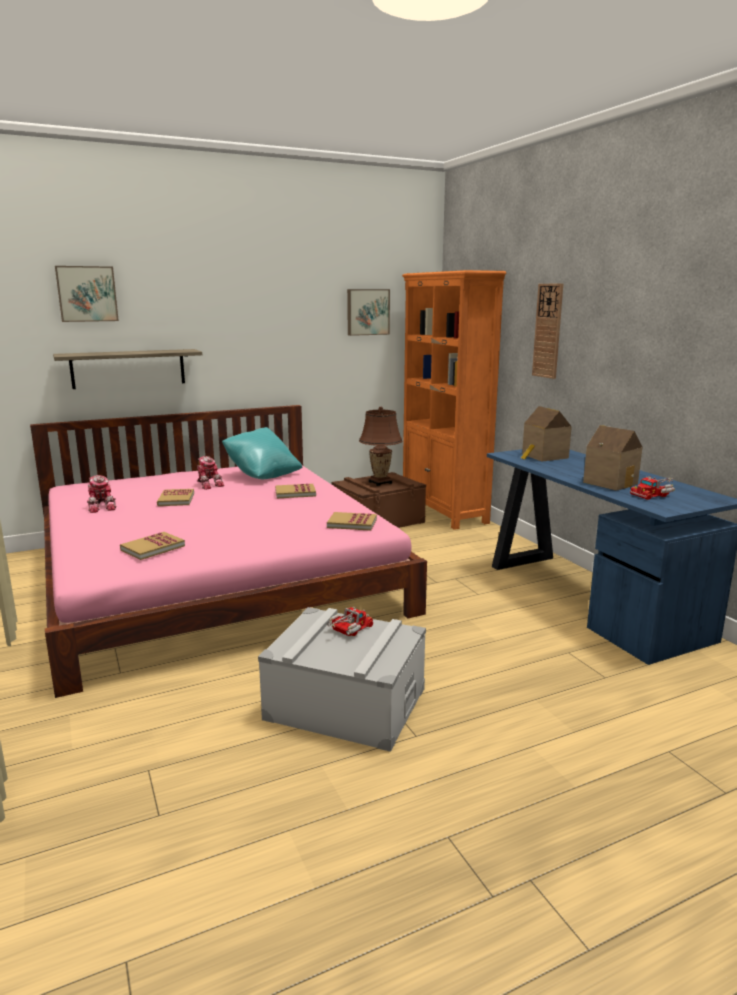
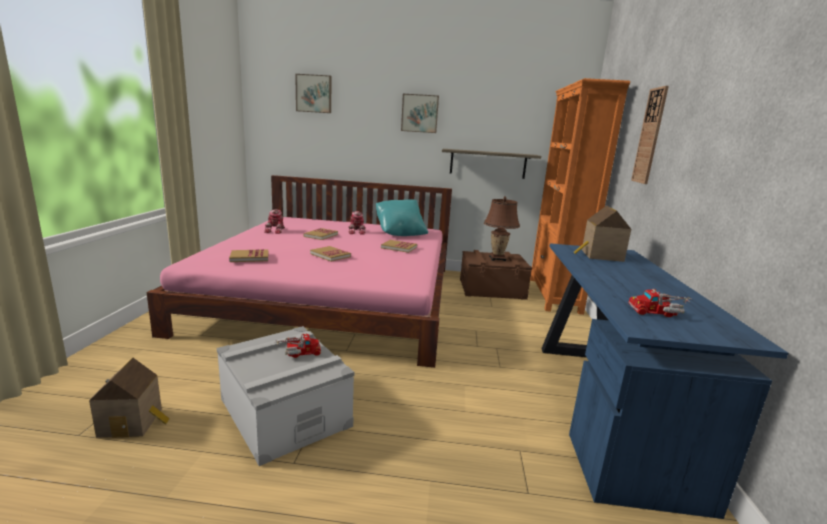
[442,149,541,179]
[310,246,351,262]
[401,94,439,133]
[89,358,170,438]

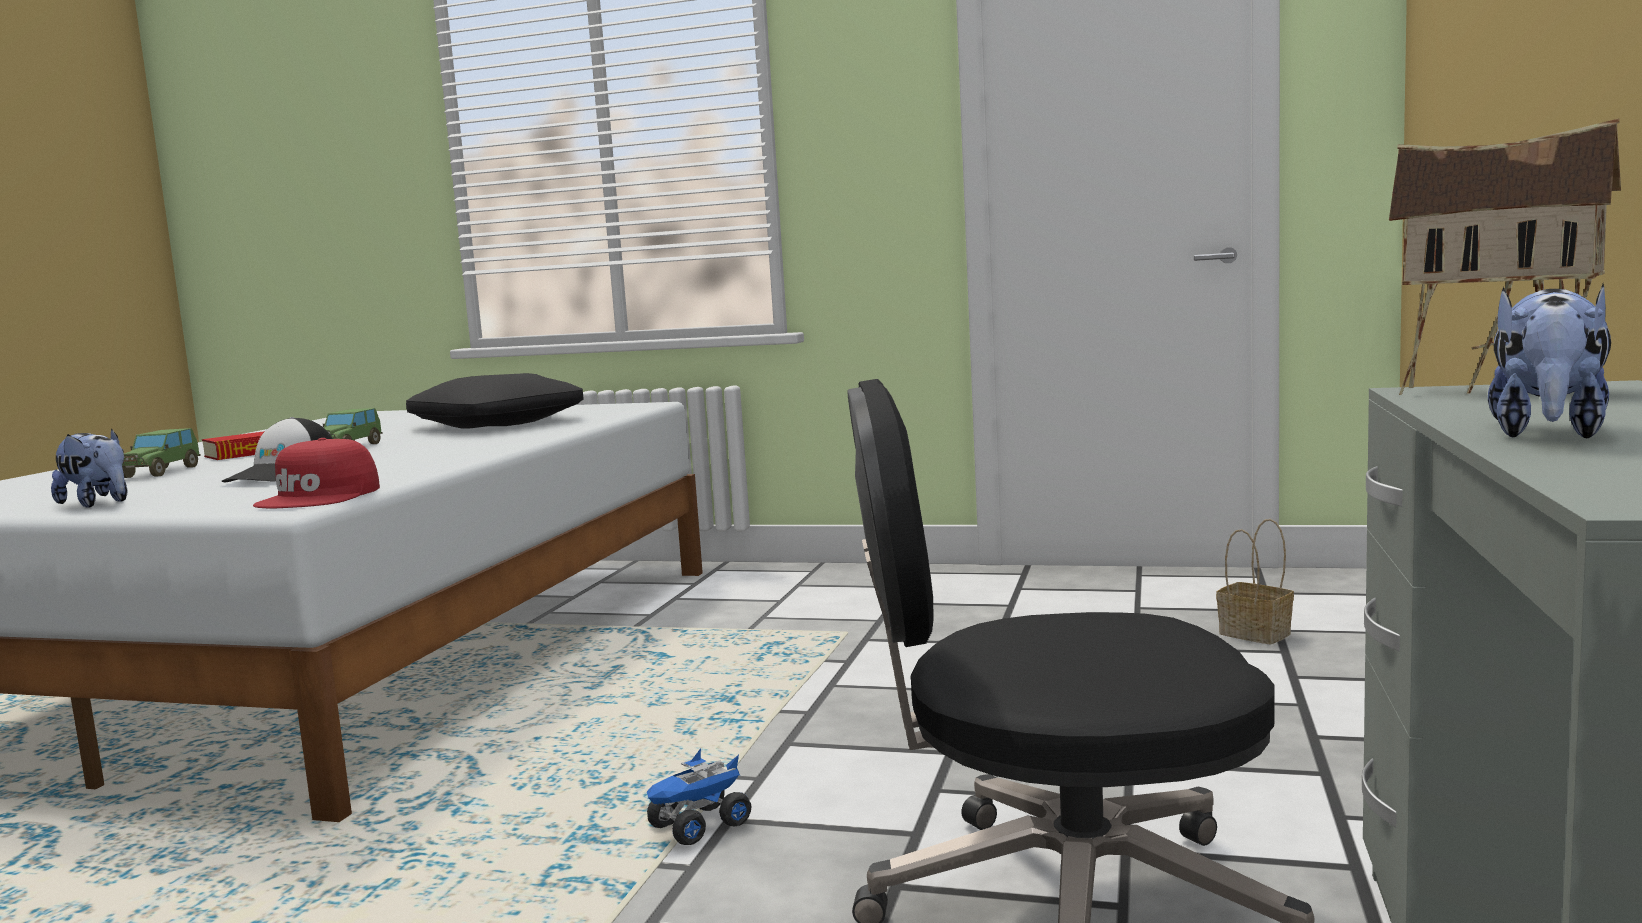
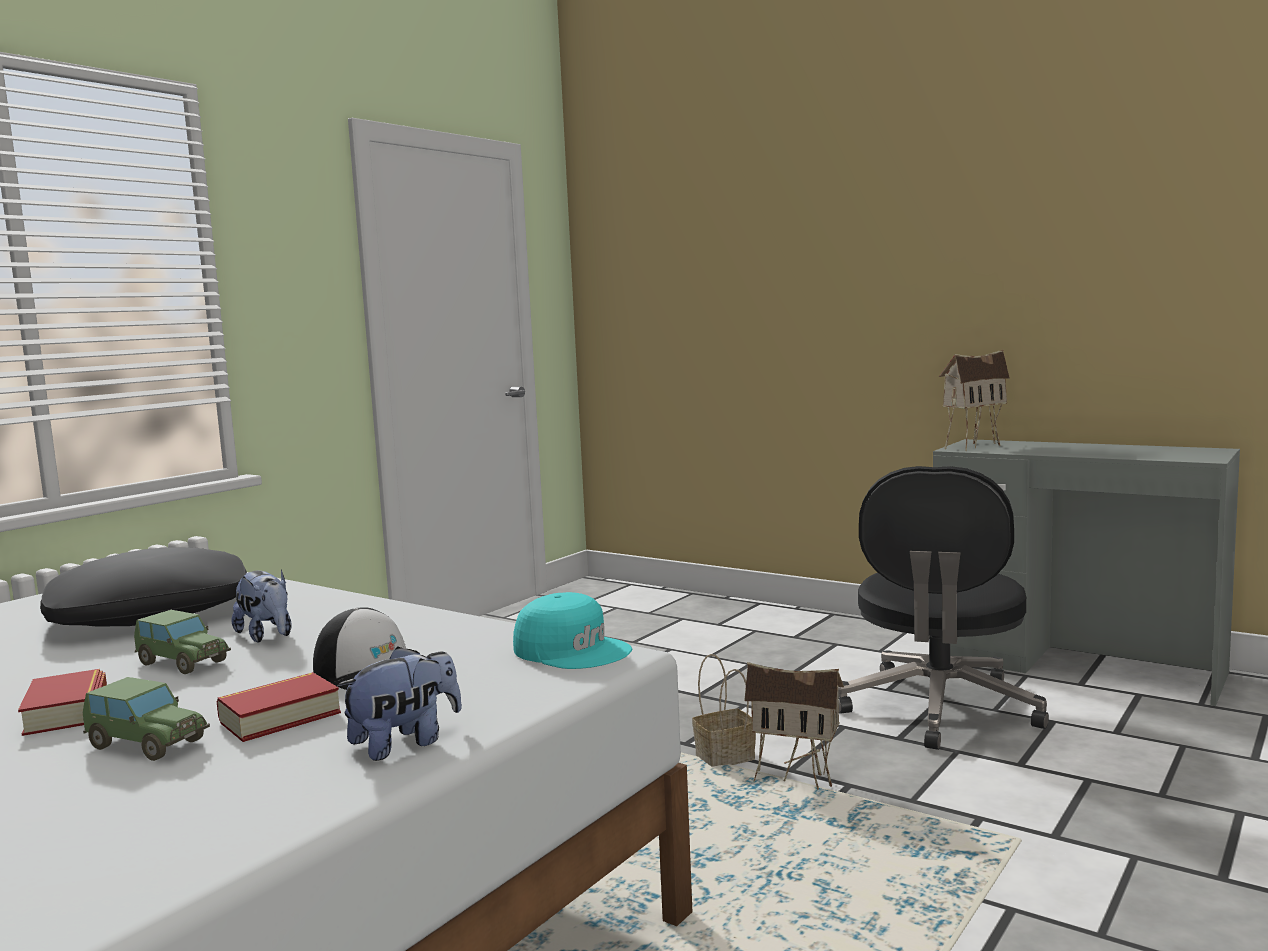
[217,672,341,742]
[692,654,756,766]
[232,569,291,643]
[744,662,844,790]
[513,592,632,669]

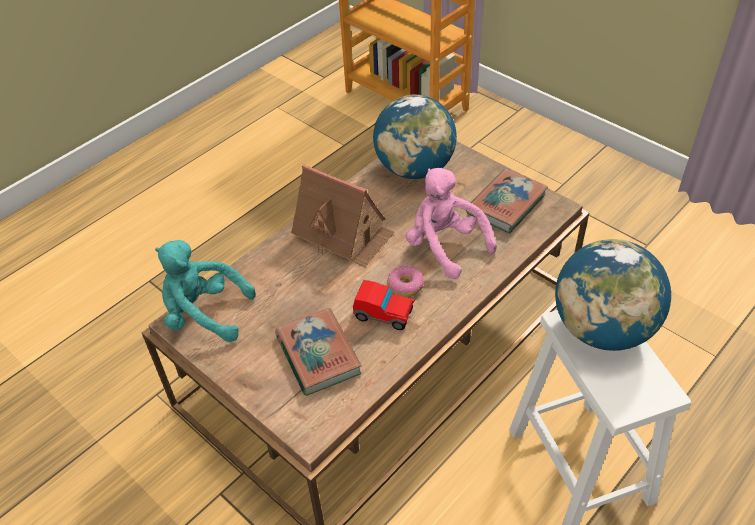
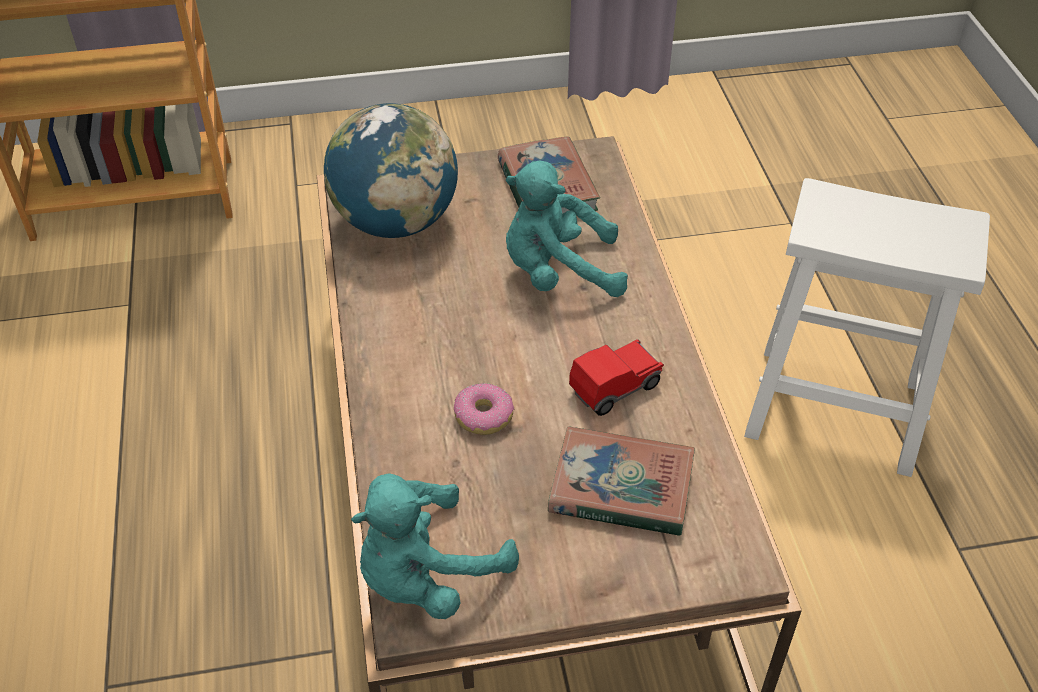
[291,164,395,267] (first image)
[555,239,671,351] (first image)
[454,383,514,435]
[506,161,628,297]

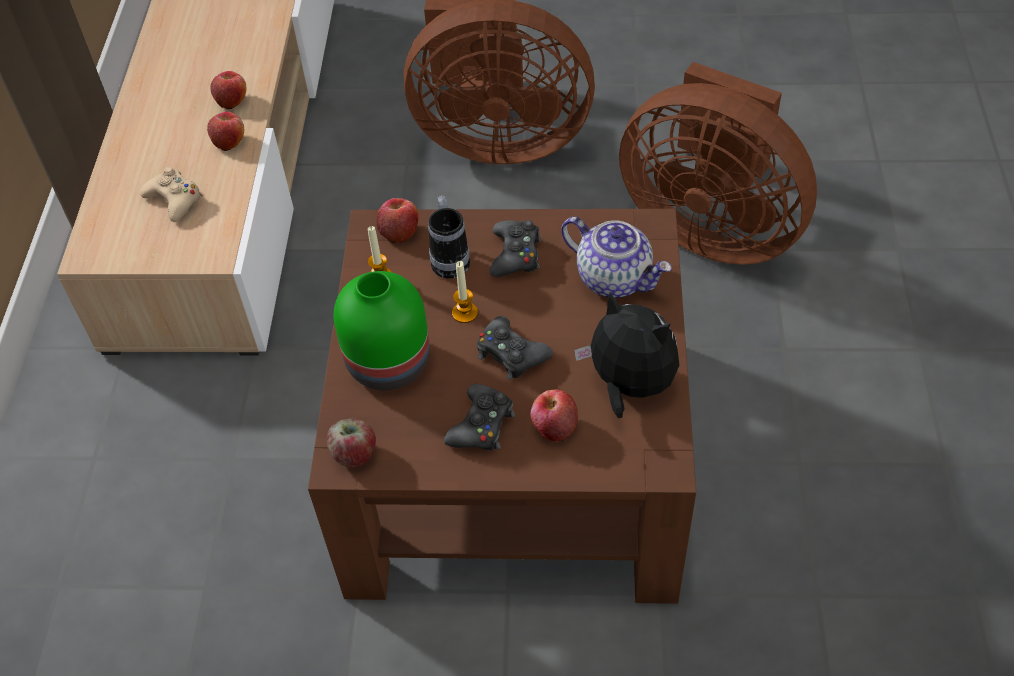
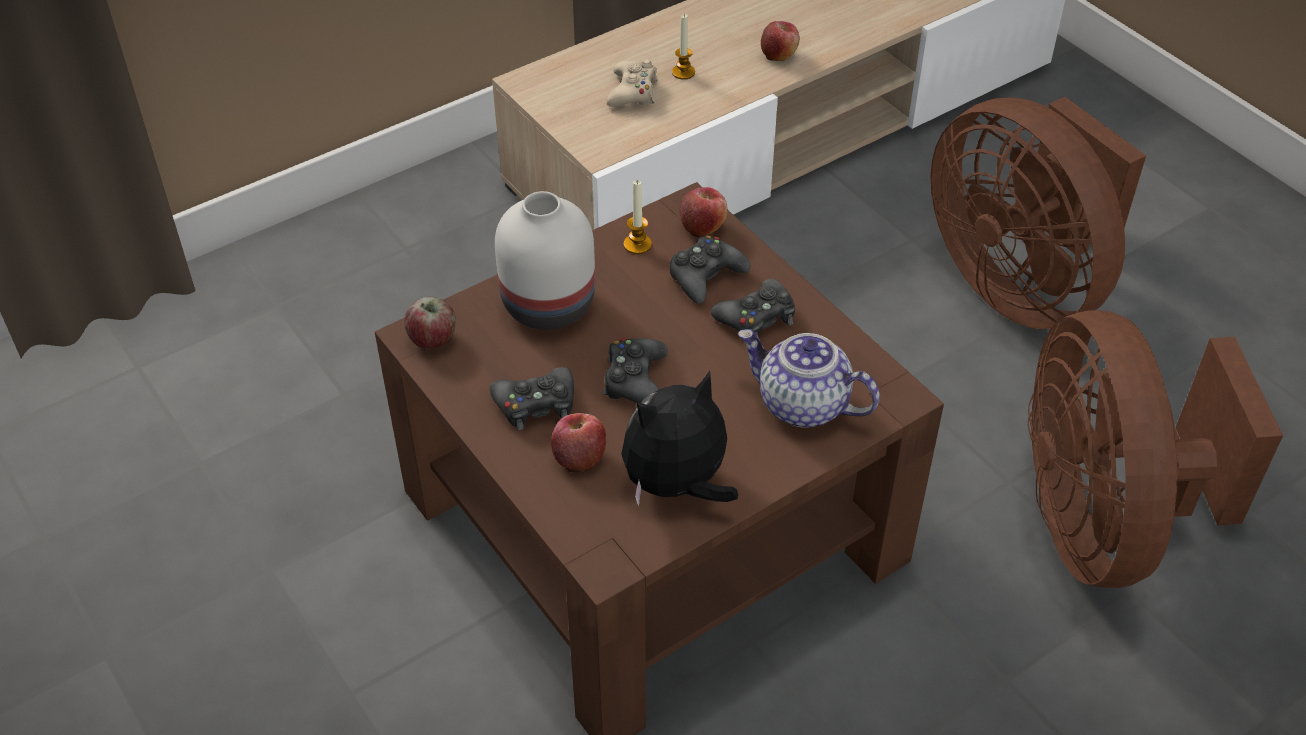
[207,112,244,151] (first image)
[672,14,695,80]
[670,236,751,304]
[495,191,595,330]
[738,329,880,428]
[621,371,738,507]

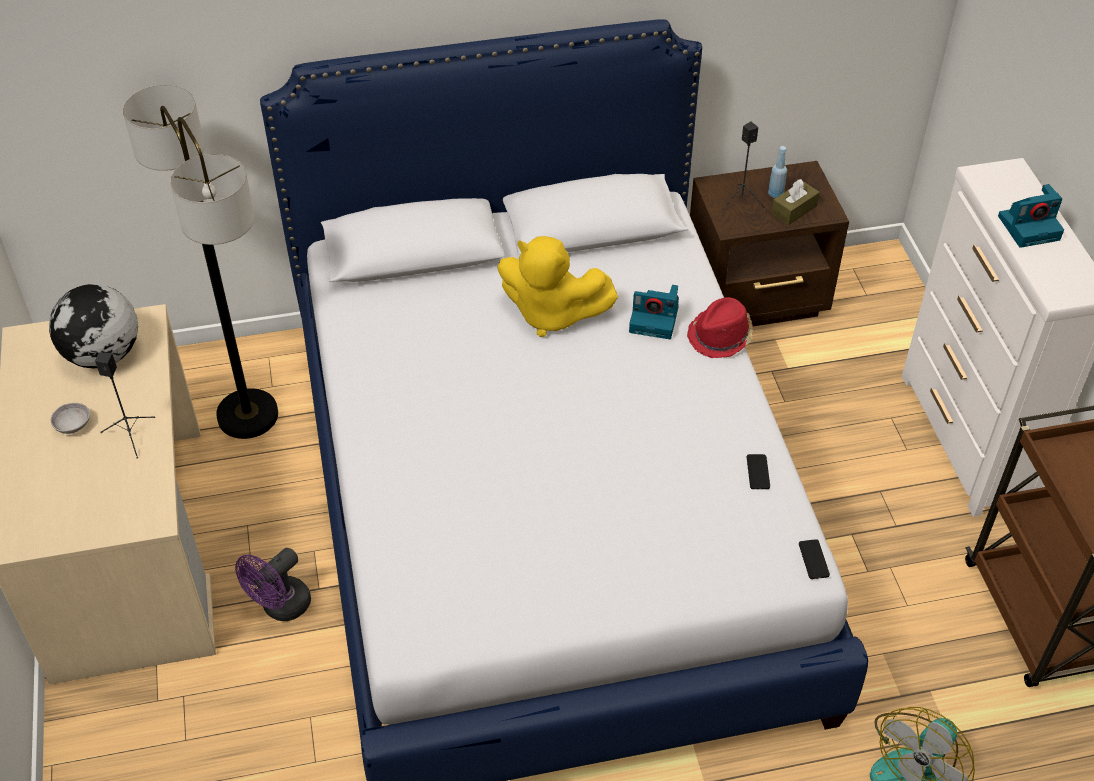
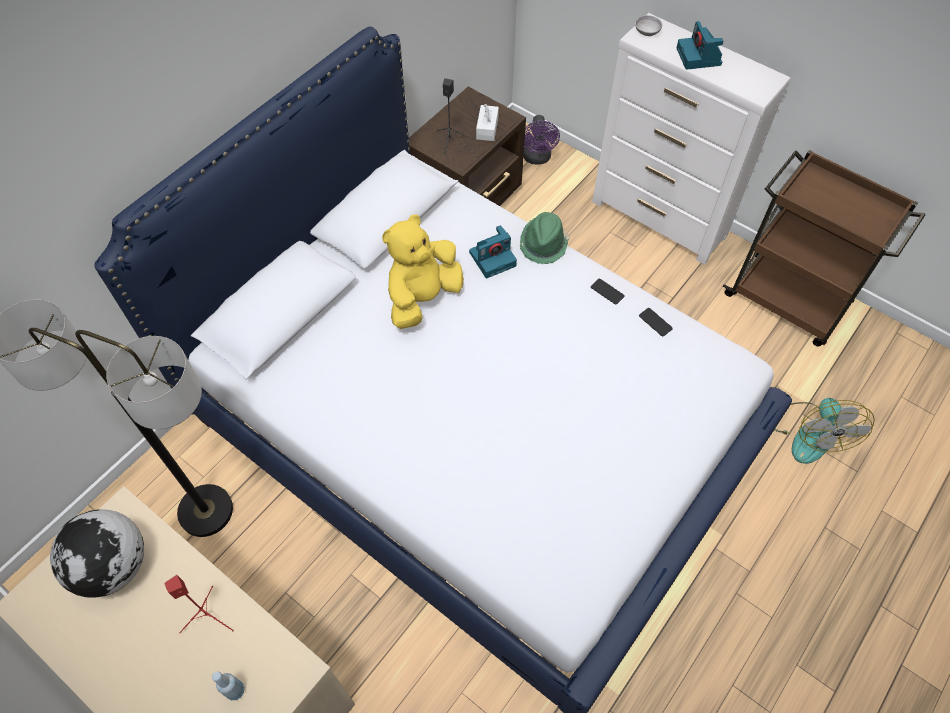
[635,15,662,36]
[524,115,560,165]
[212,671,245,700]
[591,278,625,305]
[164,575,234,633]
[520,212,569,264]
[476,104,499,141]
[382,214,464,329]
[676,21,724,70]

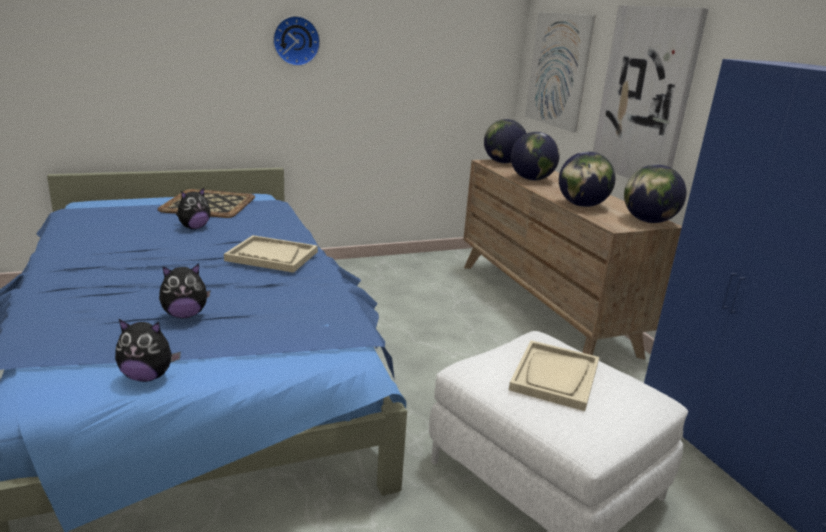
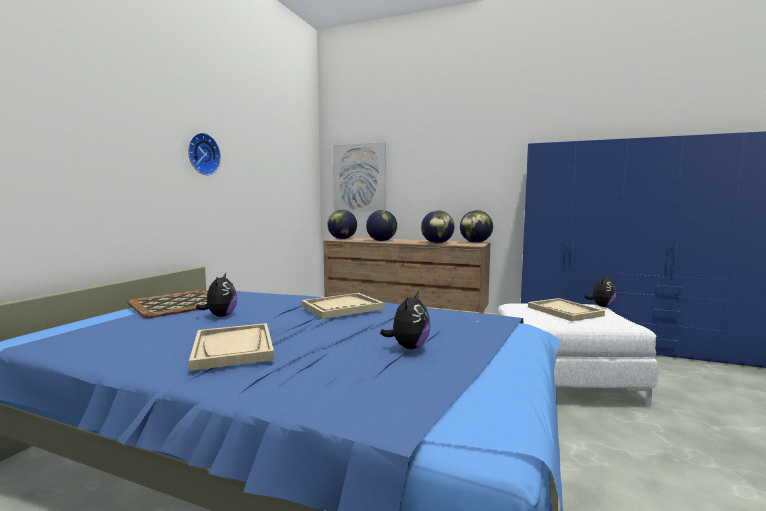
[593,5,708,178] (first image)
[189,323,274,371]
[584,275,617,307]

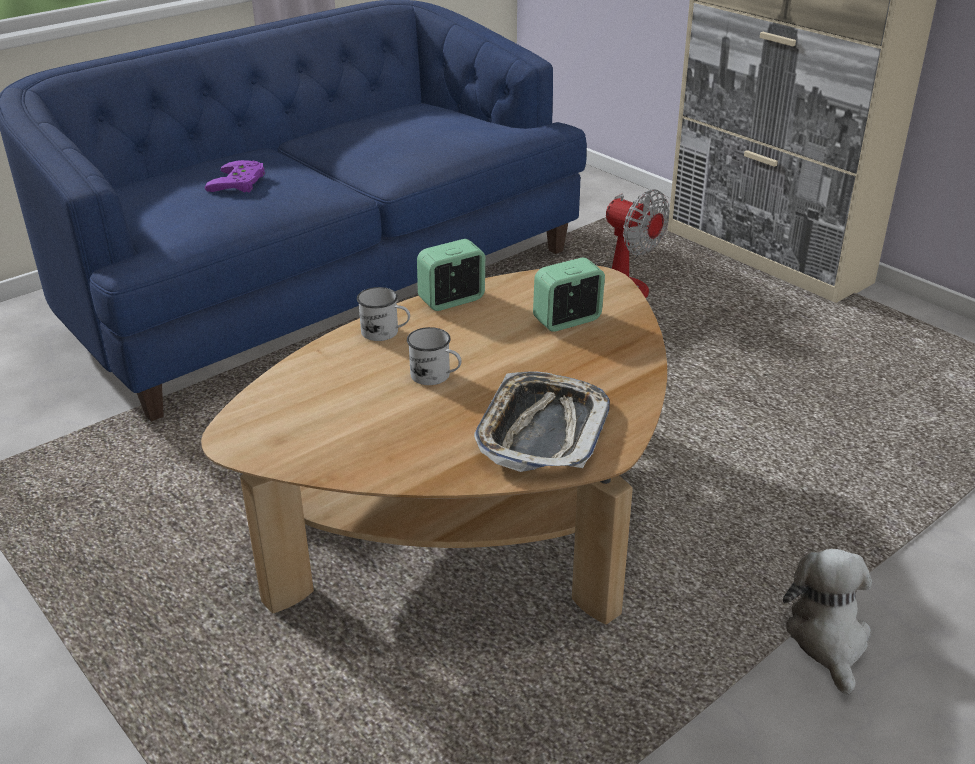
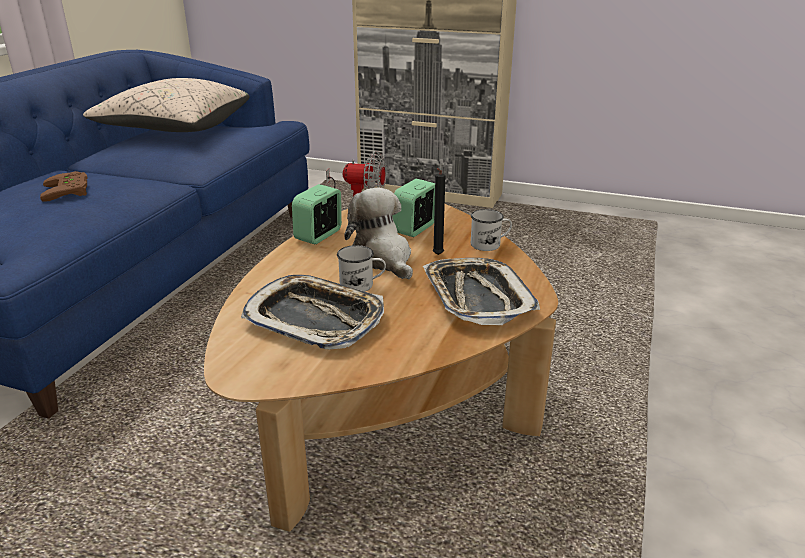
[83,78,250,132]
[241,275,384,350]
[432,168,446,255]
[471,209,512,251]
[344,188,413,279]
[40,171,88,202]

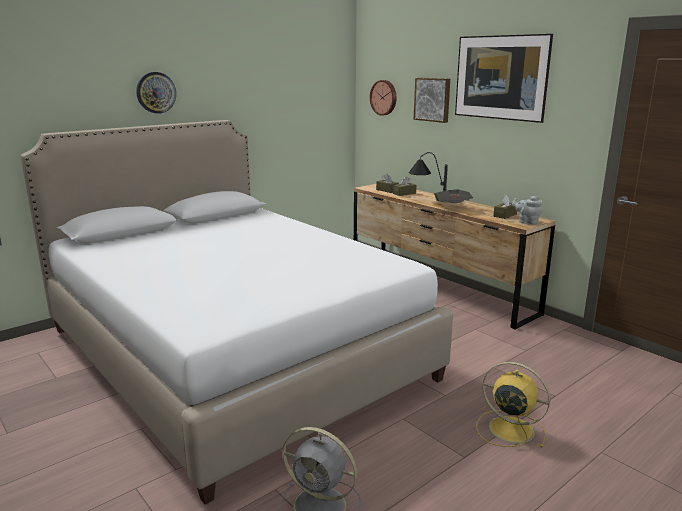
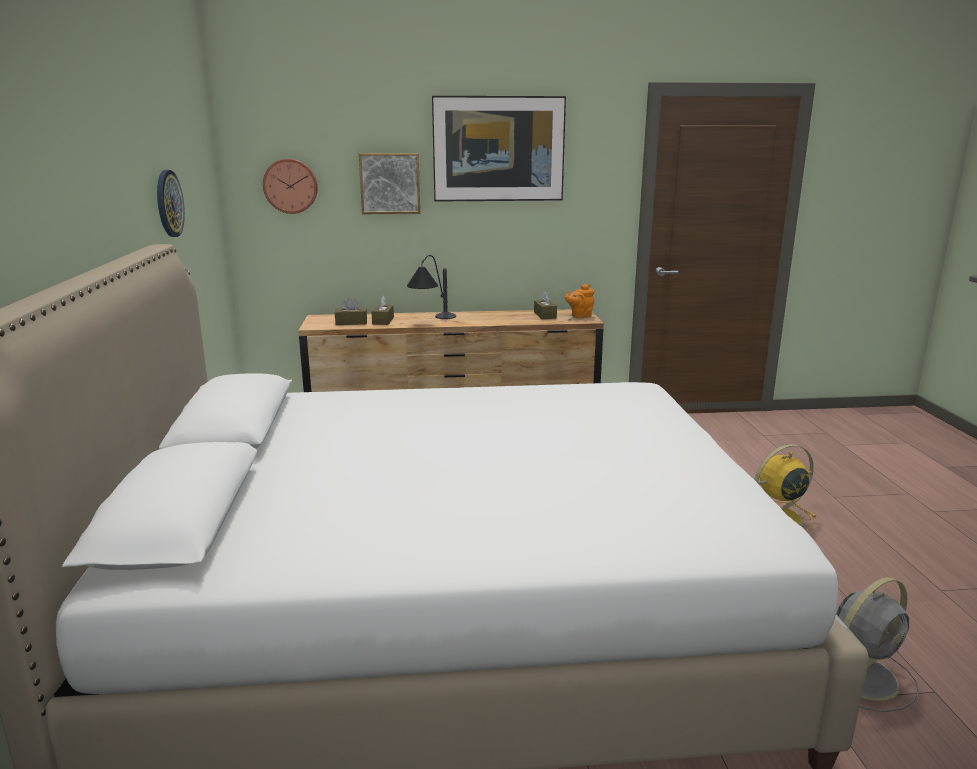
[434,189,473,203] (first image)
[157,170,185,237]
[565,284,594,318]

